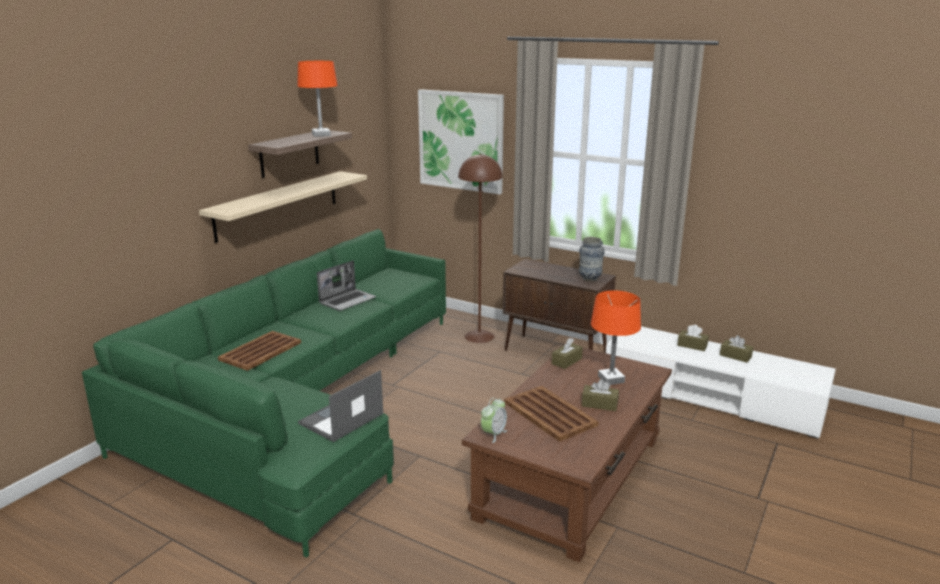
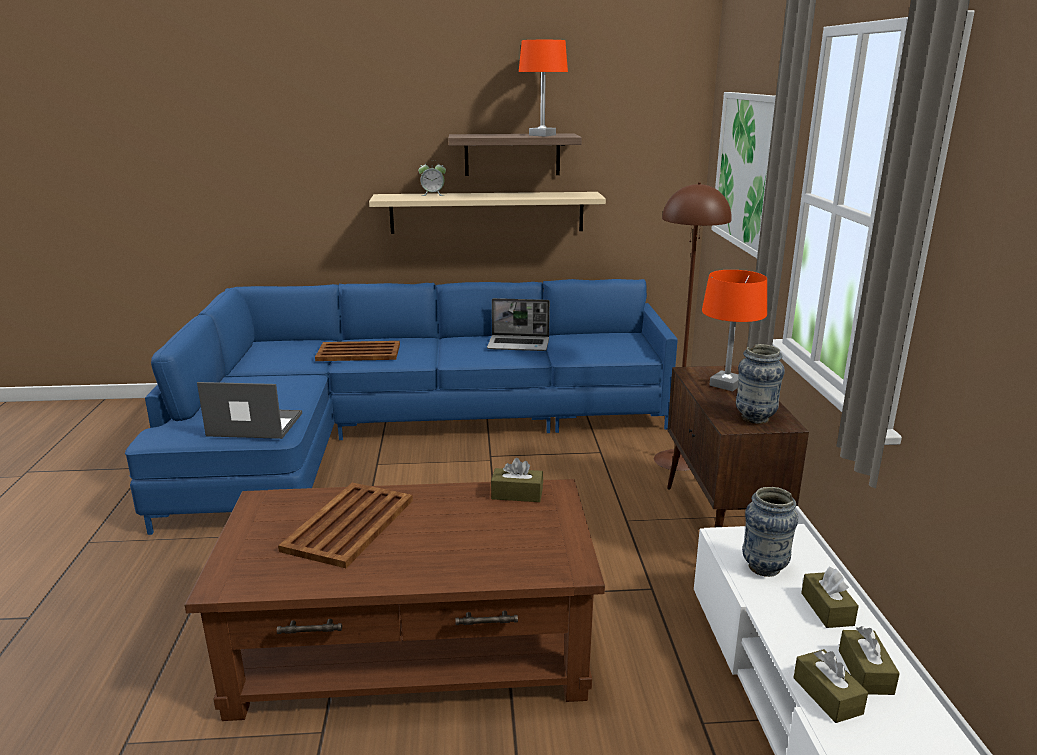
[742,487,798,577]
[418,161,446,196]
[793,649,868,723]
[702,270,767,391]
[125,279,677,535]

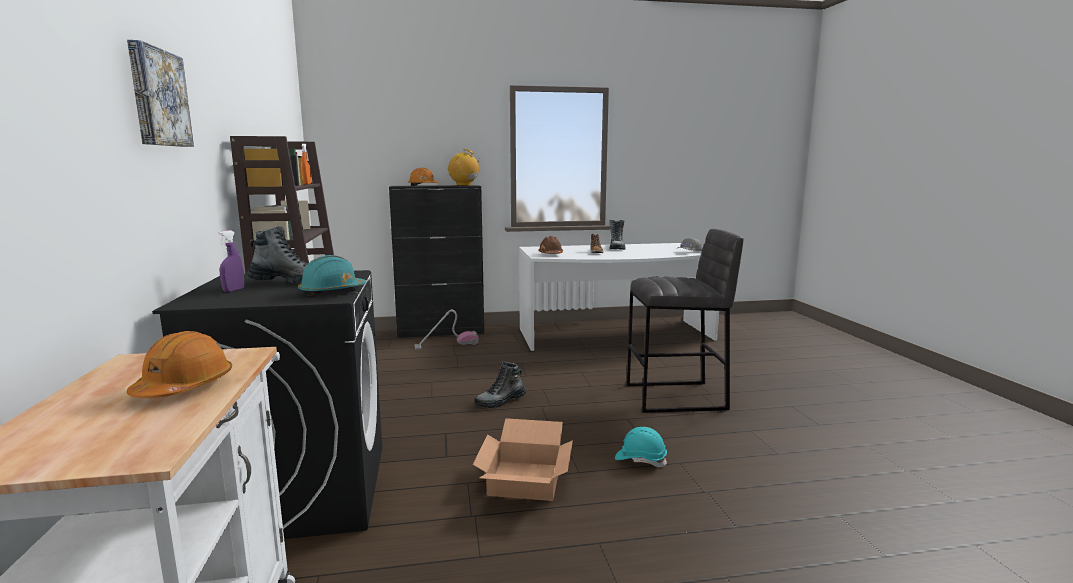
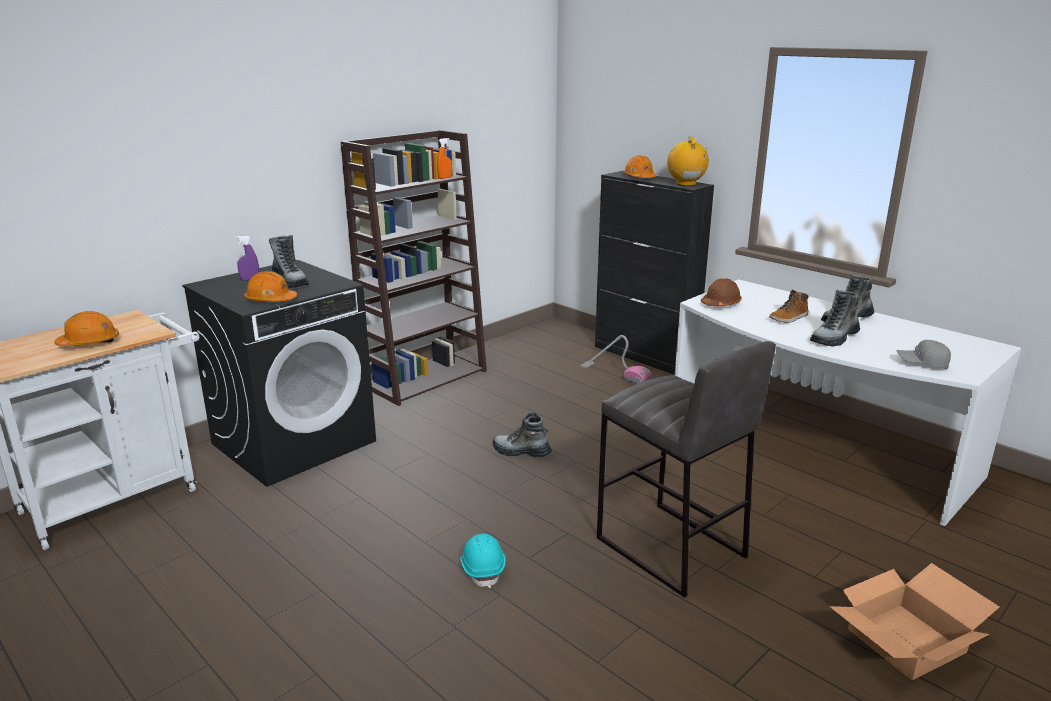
[127,40,194,147] (first image)
[810,290,860,346]
[829,563,999,680]
[244,271,297,302]

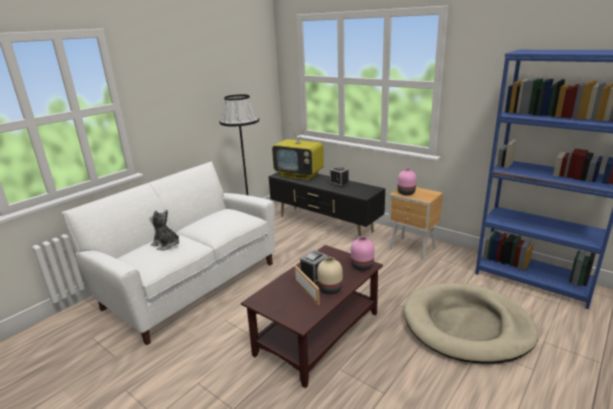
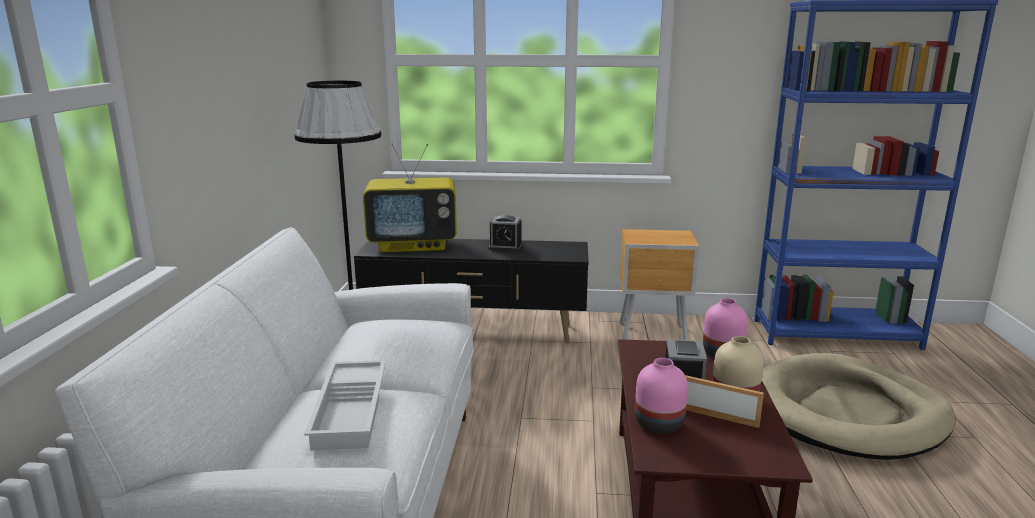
[635,358,688,434]
[304,360,386,451]

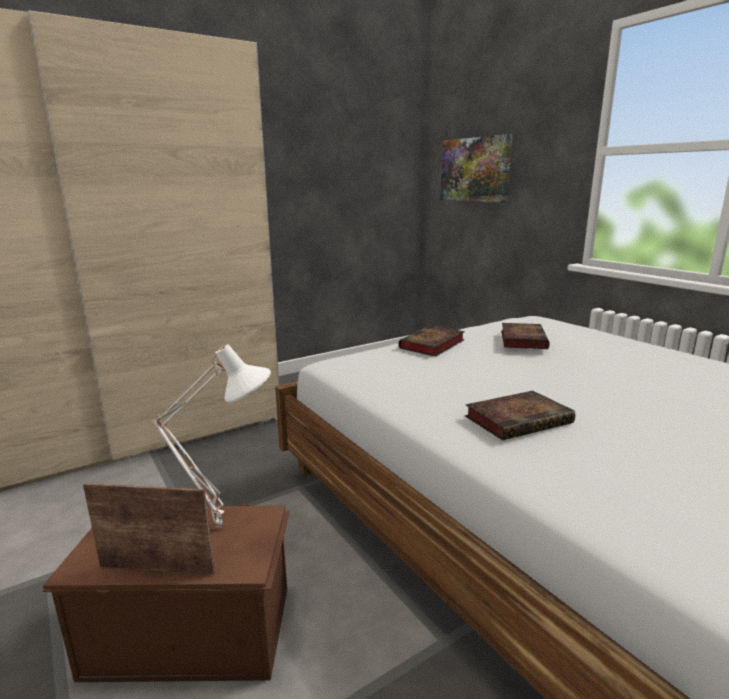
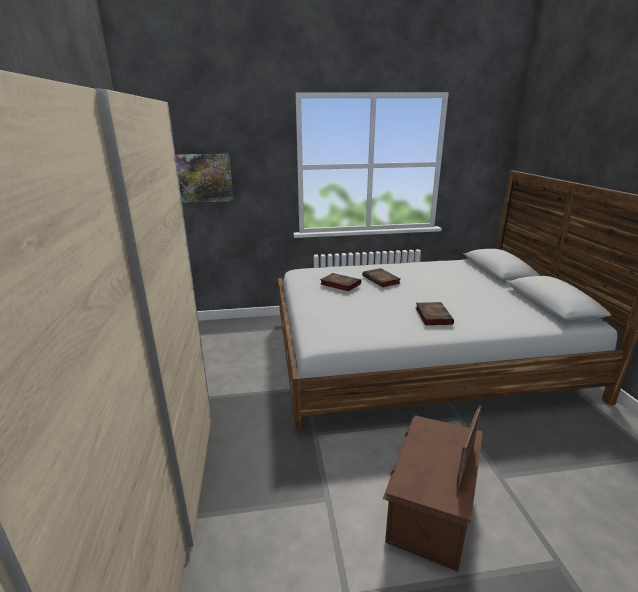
[152,344,271,529] (first image)
[363,268,401,287]

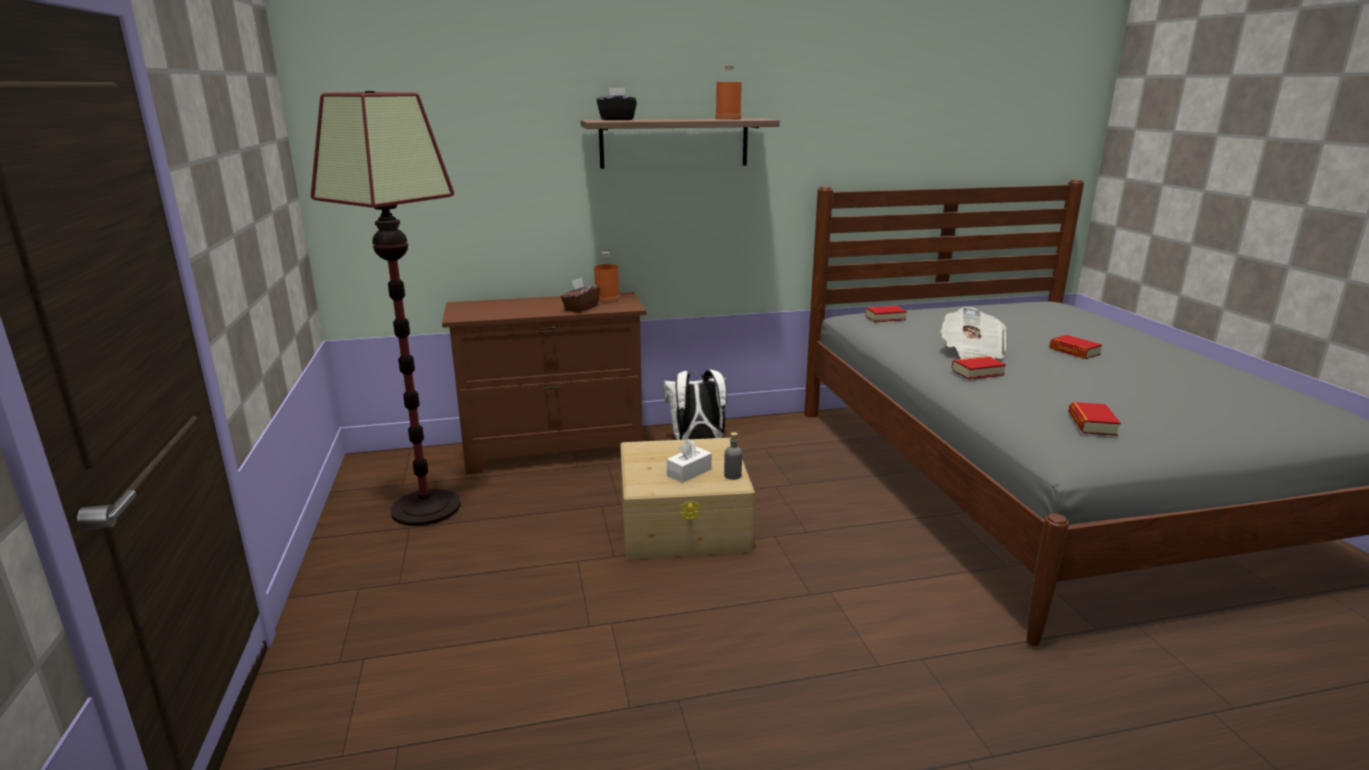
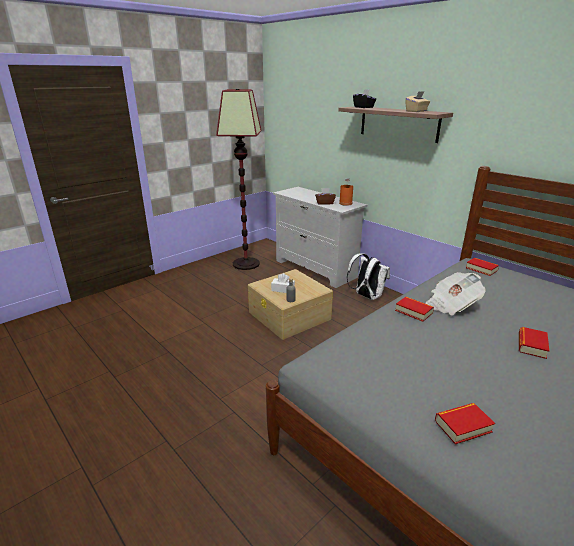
[435,403,495,444]
[405,91,430,112]
[273,187,367,288]

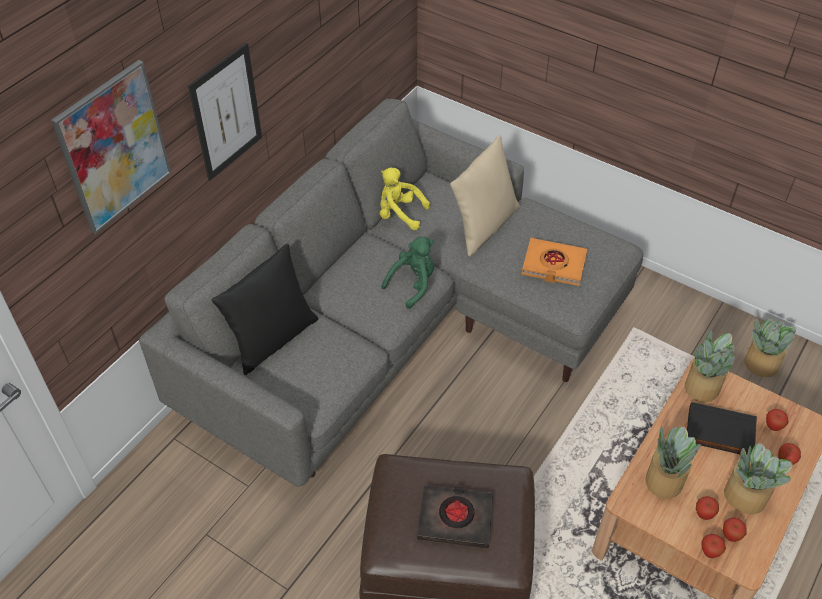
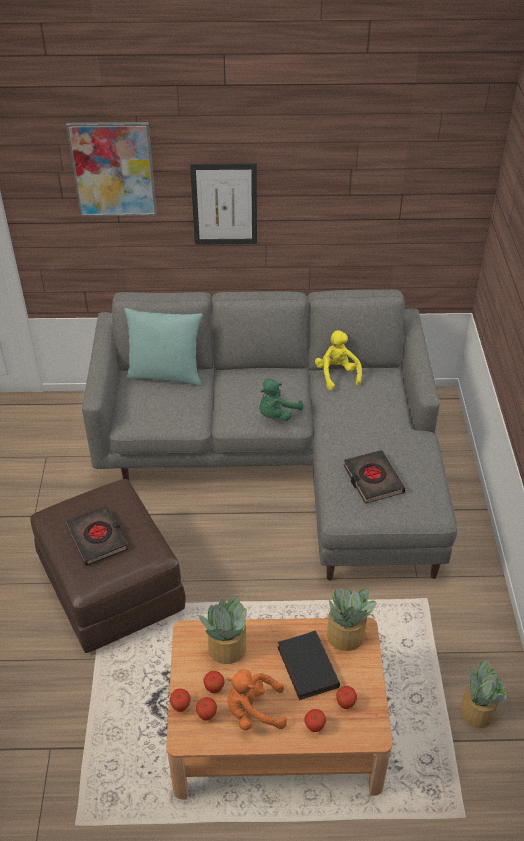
[450,135,519,256] (first image)
[227,669,287,731]
[124,308,202,386]
[343,450,405,504]
[259,378,303,421]

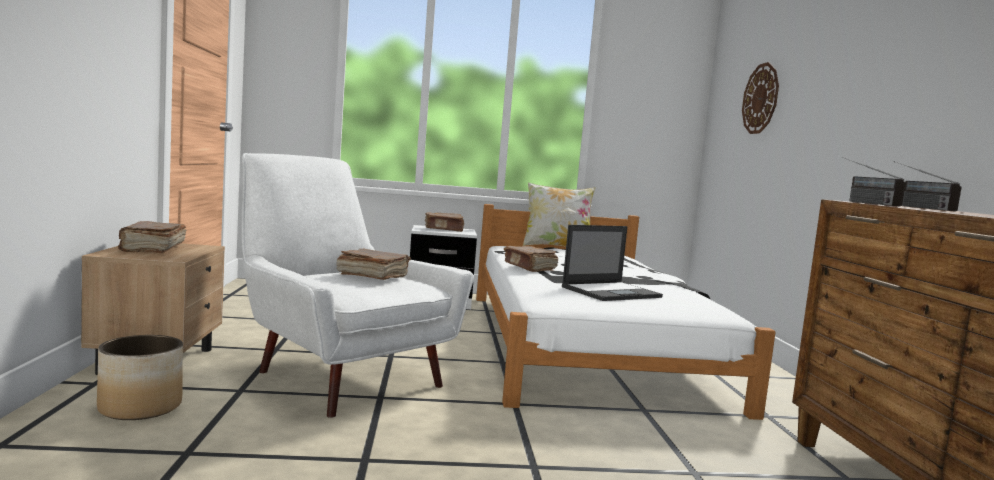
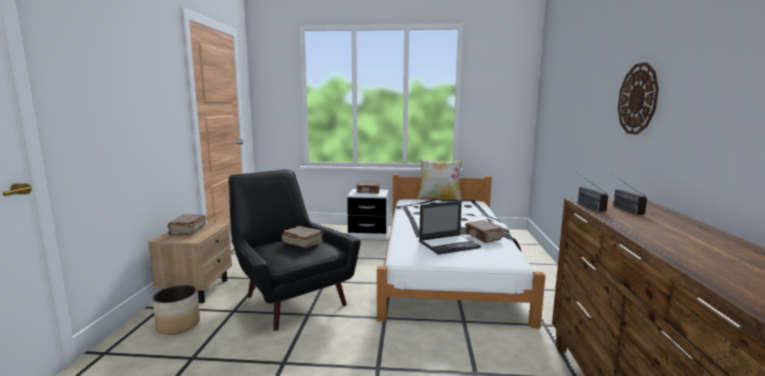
[465,220,504,243]
[618,62,659,135]
[228,169,361,331]

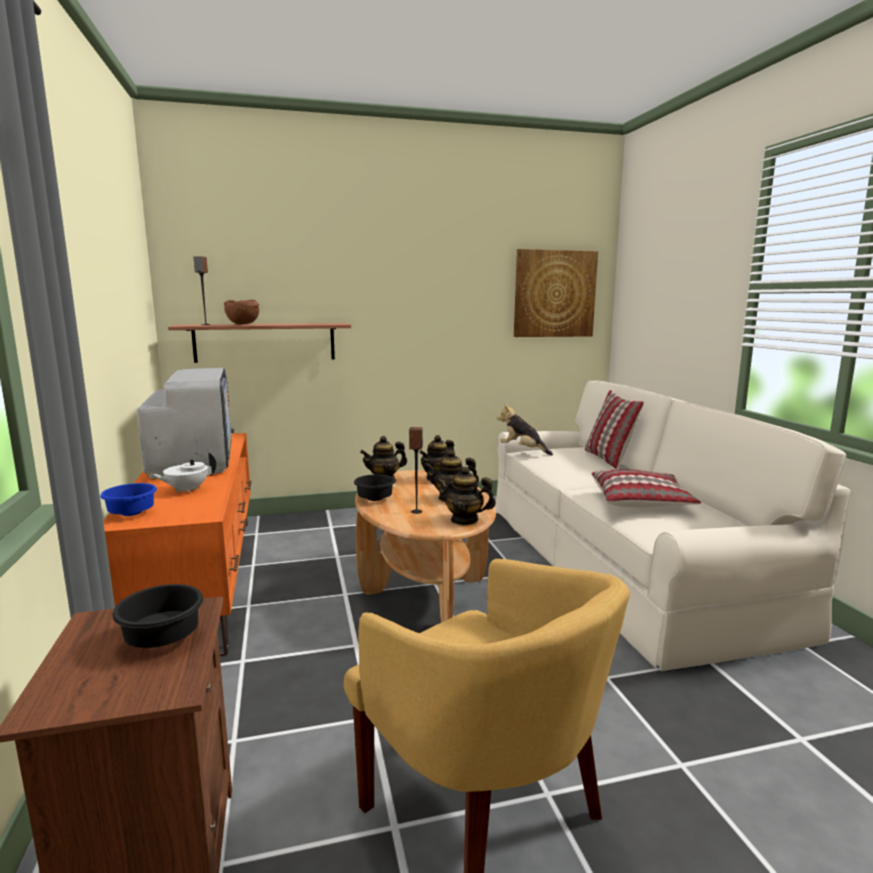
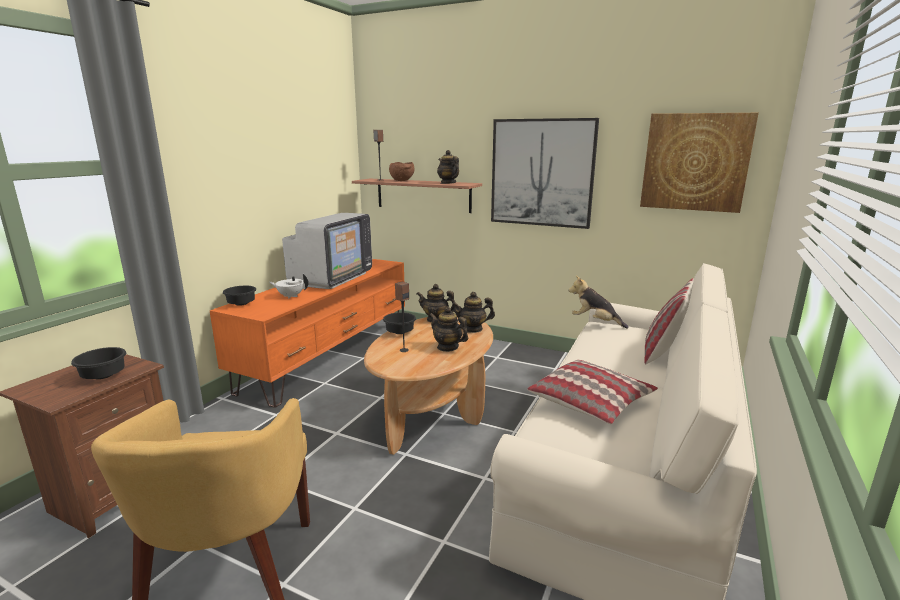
[491,118,599,229]
[437,150,459,184]
[223,286,256,306]
[568,276,629,329]

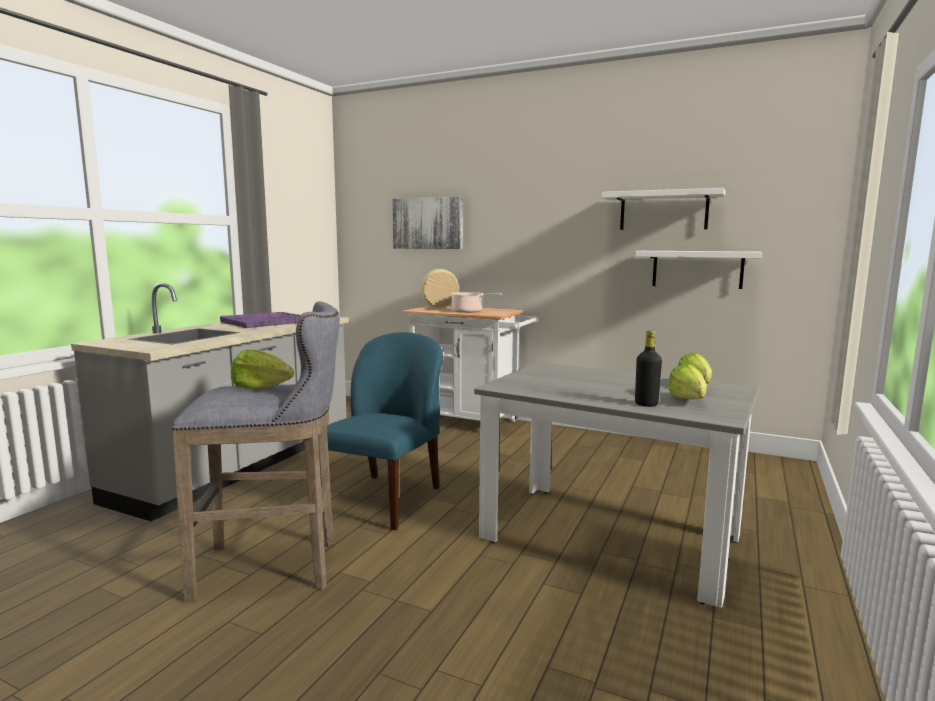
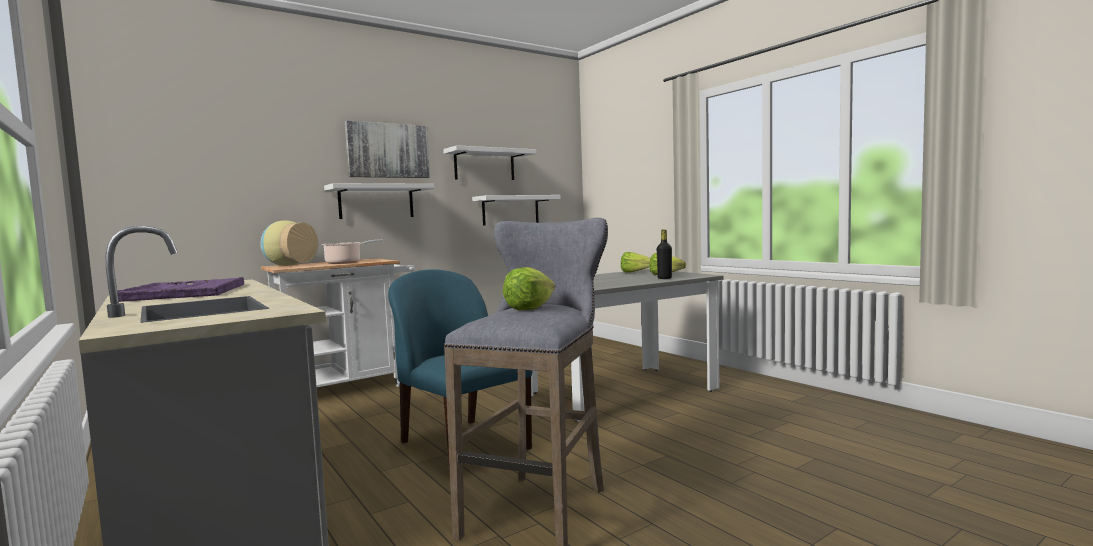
[324,183,435,219]
[345,120,430,178]

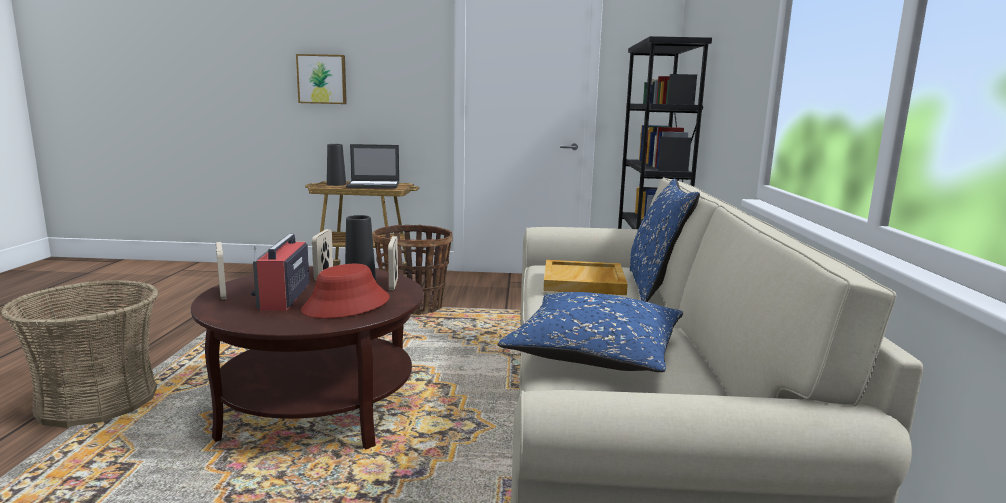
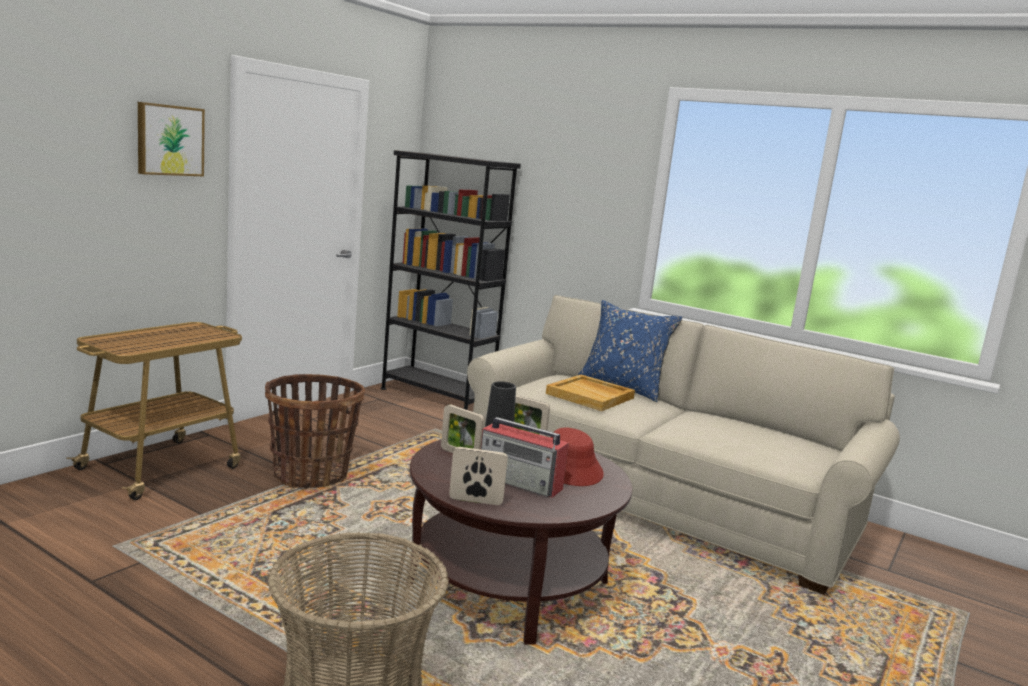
[327,144,346,186] (first image)
[346,144,399,189] (first image)
[498,292,683,372] (first image)
[138,102,205,176]

